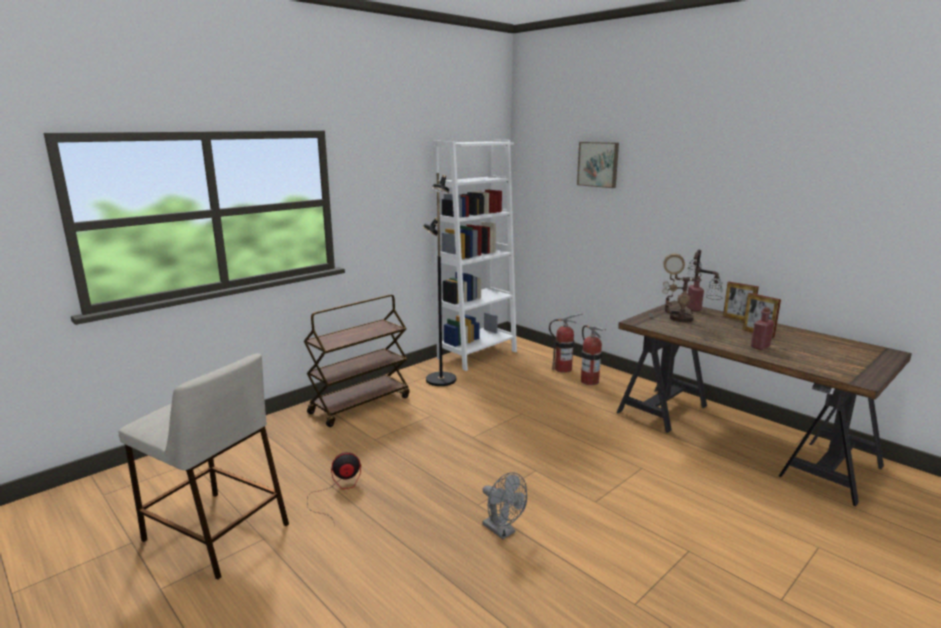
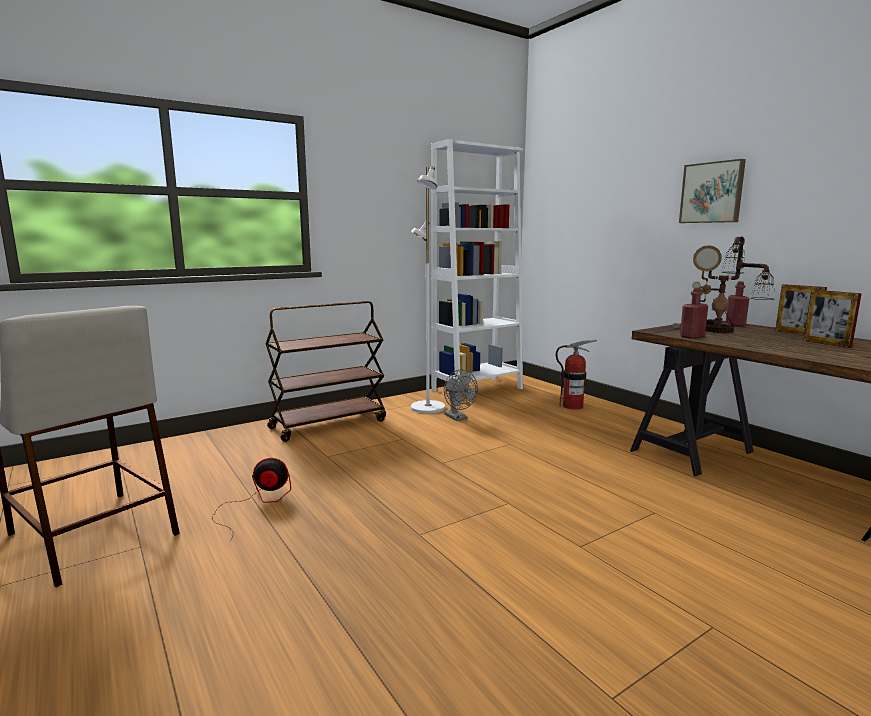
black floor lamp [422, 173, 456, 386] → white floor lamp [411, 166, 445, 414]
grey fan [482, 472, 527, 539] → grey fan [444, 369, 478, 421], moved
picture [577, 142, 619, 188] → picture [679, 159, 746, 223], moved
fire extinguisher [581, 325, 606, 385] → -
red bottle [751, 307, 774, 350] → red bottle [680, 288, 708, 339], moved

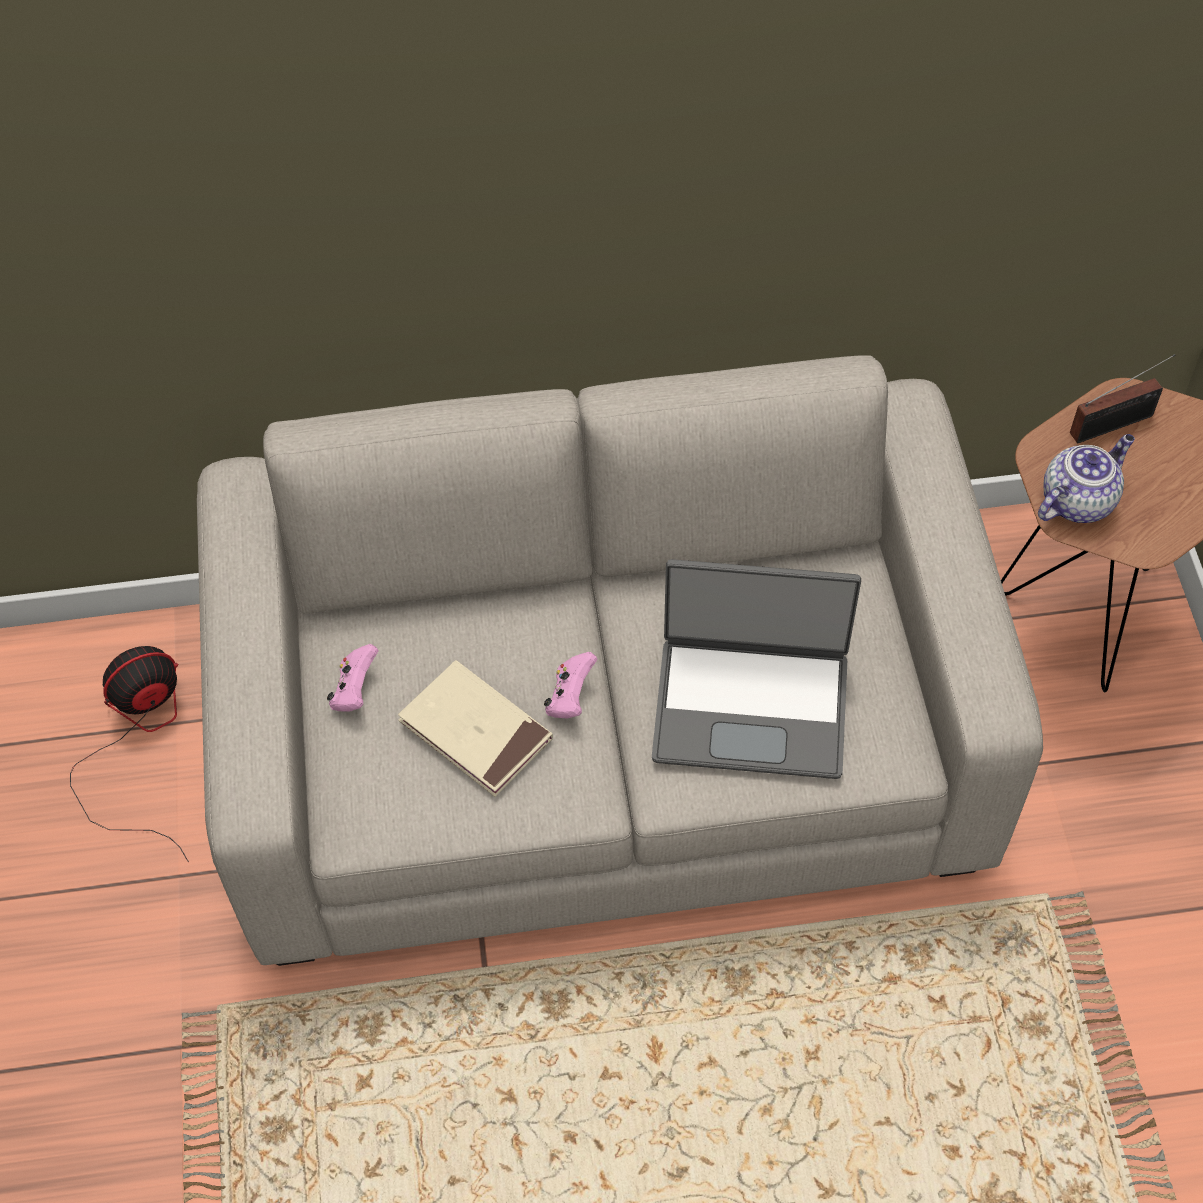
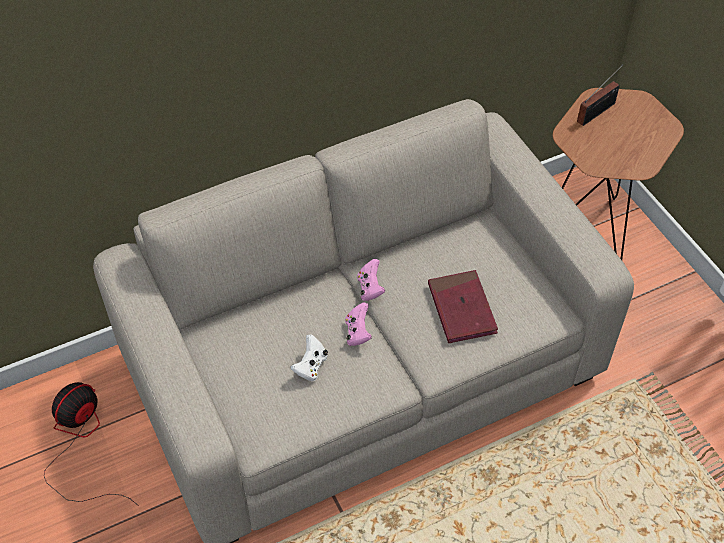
pink game controller [327, 644, 379, 711] → pink game controller [357, 259, 385, 301], moved
beige book [398, 660, 553, 797] → white game controller [290, 335, 328, 381]
laptop [652, 559, 861, 779] → red book [428, 270, 498, 343]
teapot [1038, 434, 1135, 523] → -

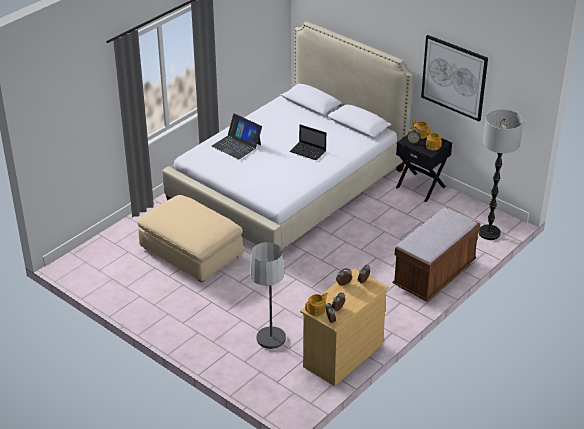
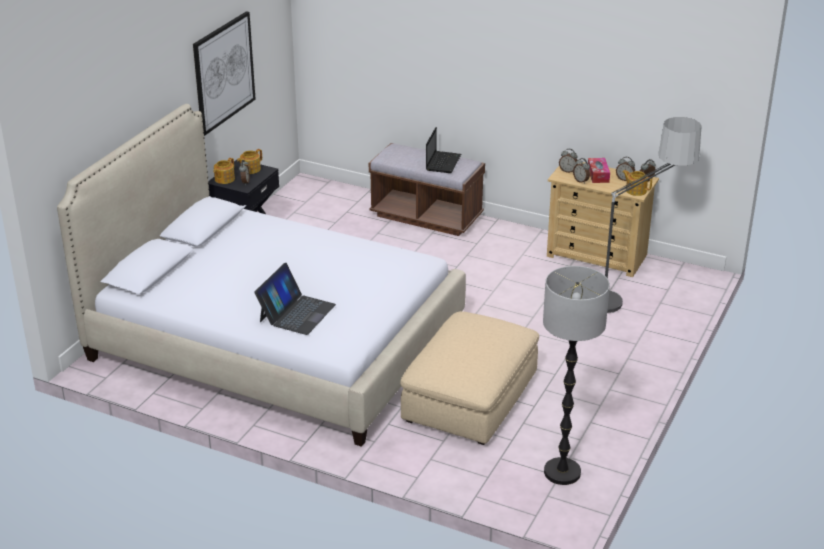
laptop [289, 125, 326, 160] → laptop [426, 127, 461, 173], moved
floor lamp [478, 109, 523, 240] → floor lamp [543, 266, 610, 485], moved
- → tissue box [588, 158, 610, 183]

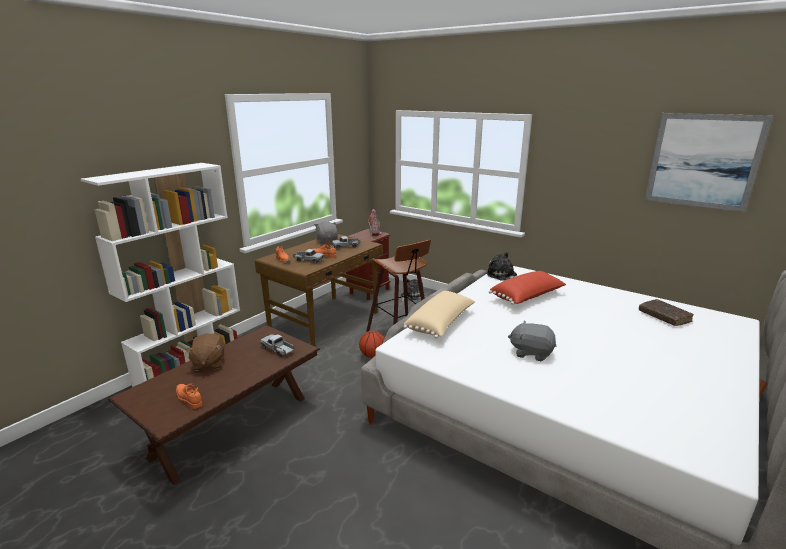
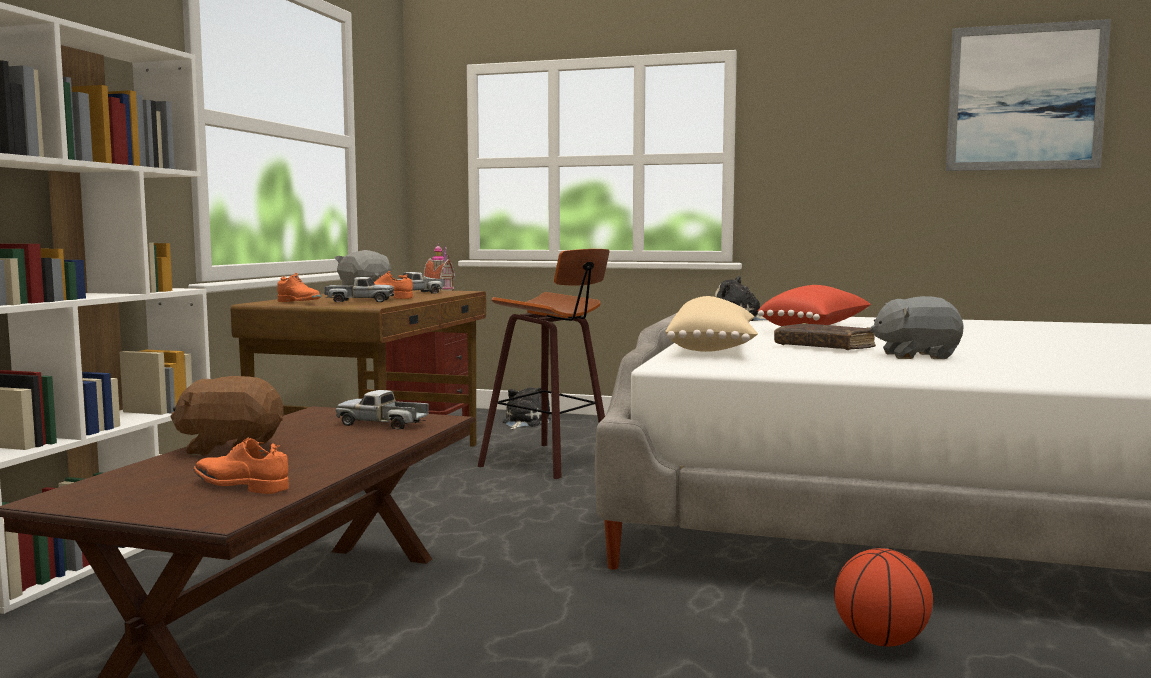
brown plush toy [185, 333, 224, 371] → brown plush toy [170, 376, 284, 456], 120 degrees clockwise
basketball [359, 331, 385, 358] → basketball [834, 548, 933, 647], moved
brown book [639, 299, 694, 326] → brown book [774, 323, 876, 350], moved

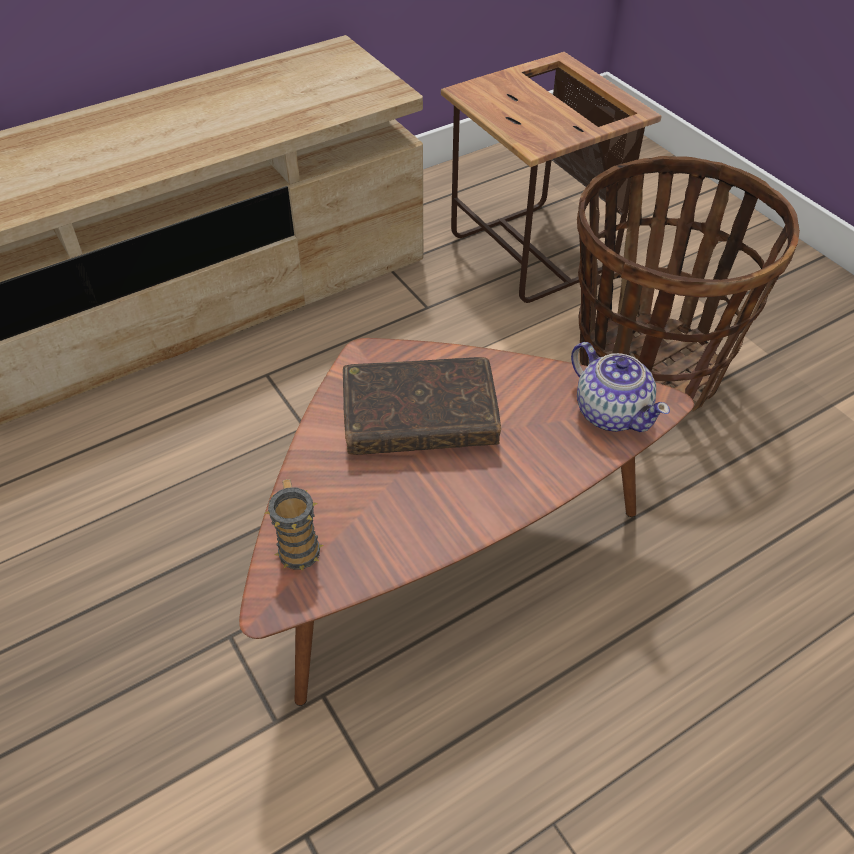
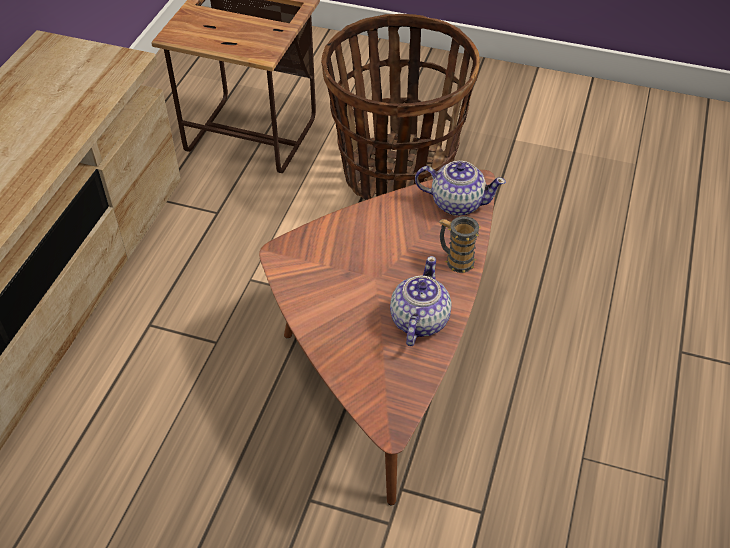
mug [265, 479, 324, 571] → mug [439, 216, 480, 273], moved
brown book [343, 357, 501, 455] → -
- → teapot [390, 256, 452, 346]

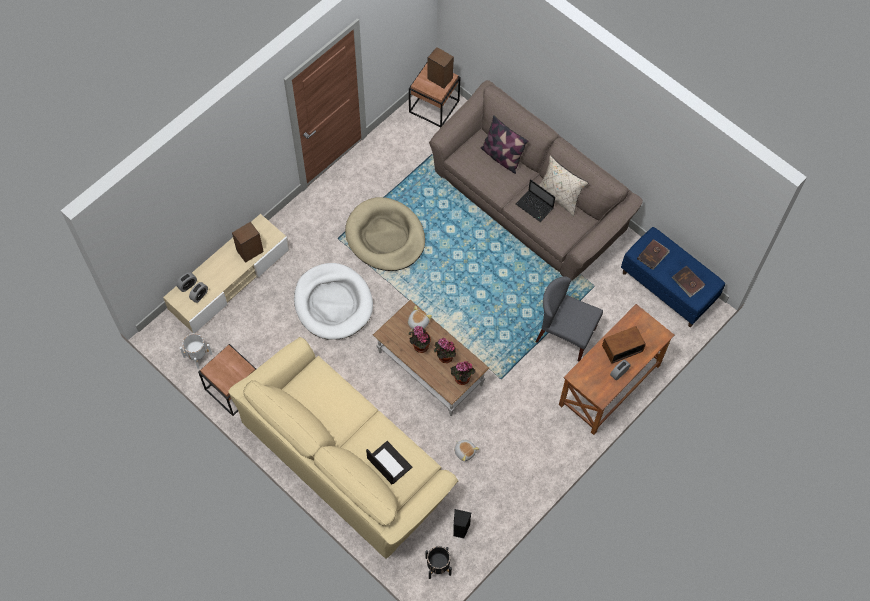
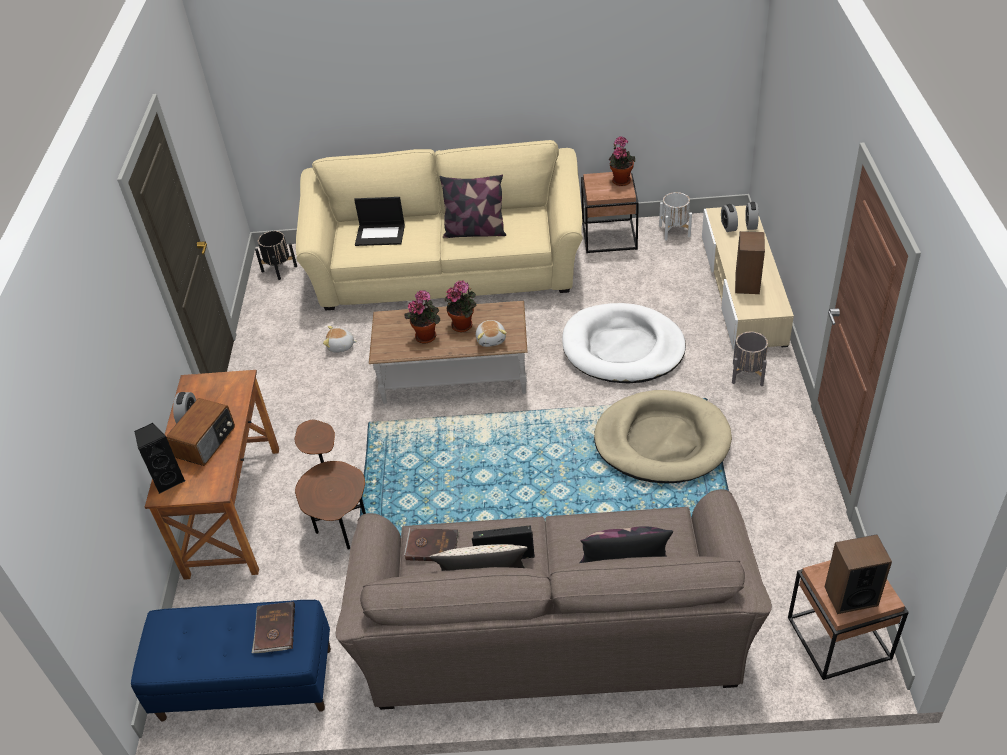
potted plant [450, 361, 475, 385] → potted plant [609, 137, 635, 186], moved
black speaker [453, 509, 471, 538] → black speaker [134, 423, 185, 494], moved
grey chair [535, 276, 603, 361] → brown side table [295, 420, 366, 550]
brown book [672, 266, 705, 297] → brown book [404, 528, 459, 561], moved
- → pillow [440, 175, 506, 238]
- → grey planter [732, 331, 768, 386]

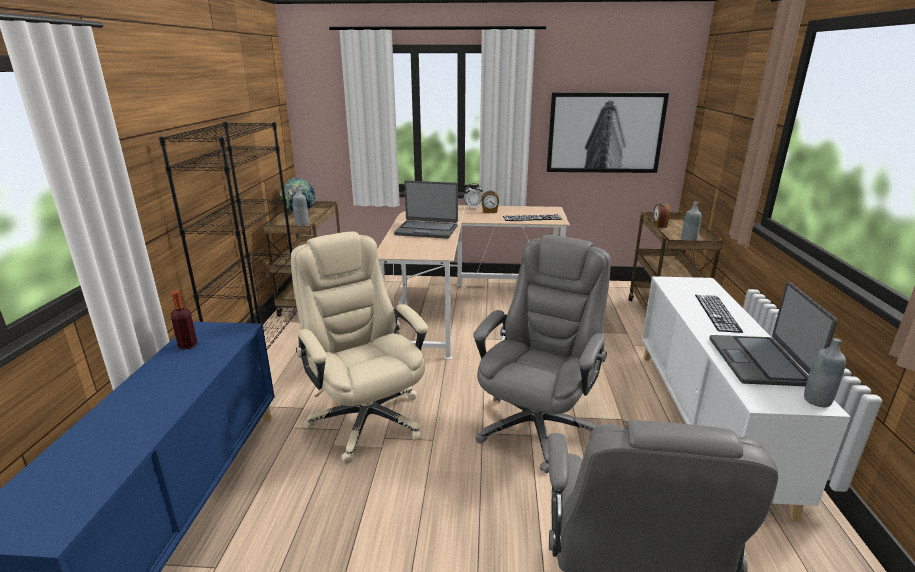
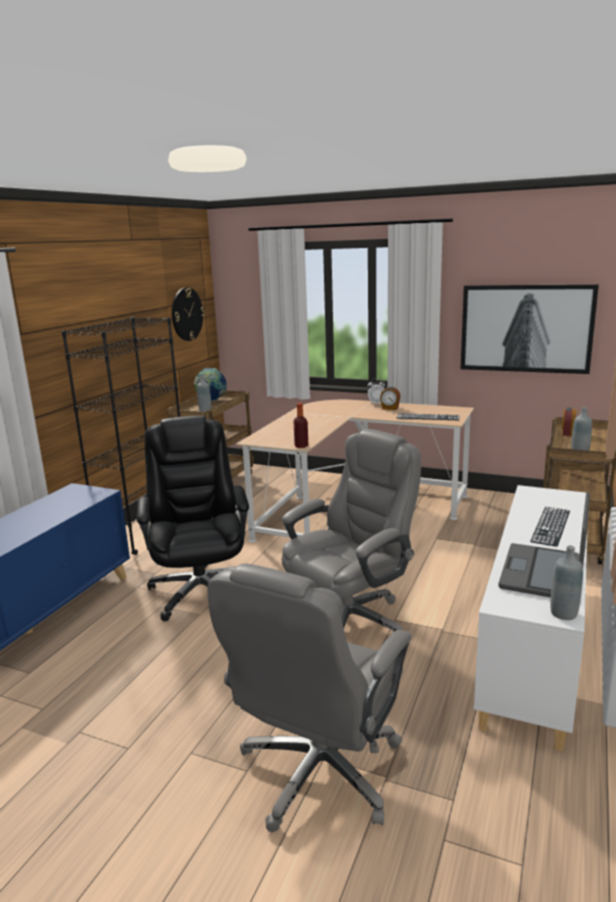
bottle [171, 291, 198, 349] → bottle [293, 403, 308, 448], moved
beige office chair [291, 232, 428, 464] → black office chair [137, 416, 249, 621]
laptop [394, 181, 458, 239] → -
- → wall clock [172, 287, 204, 341]

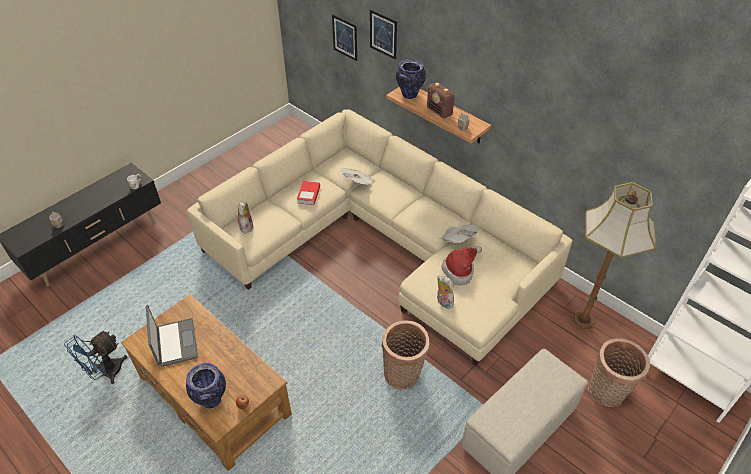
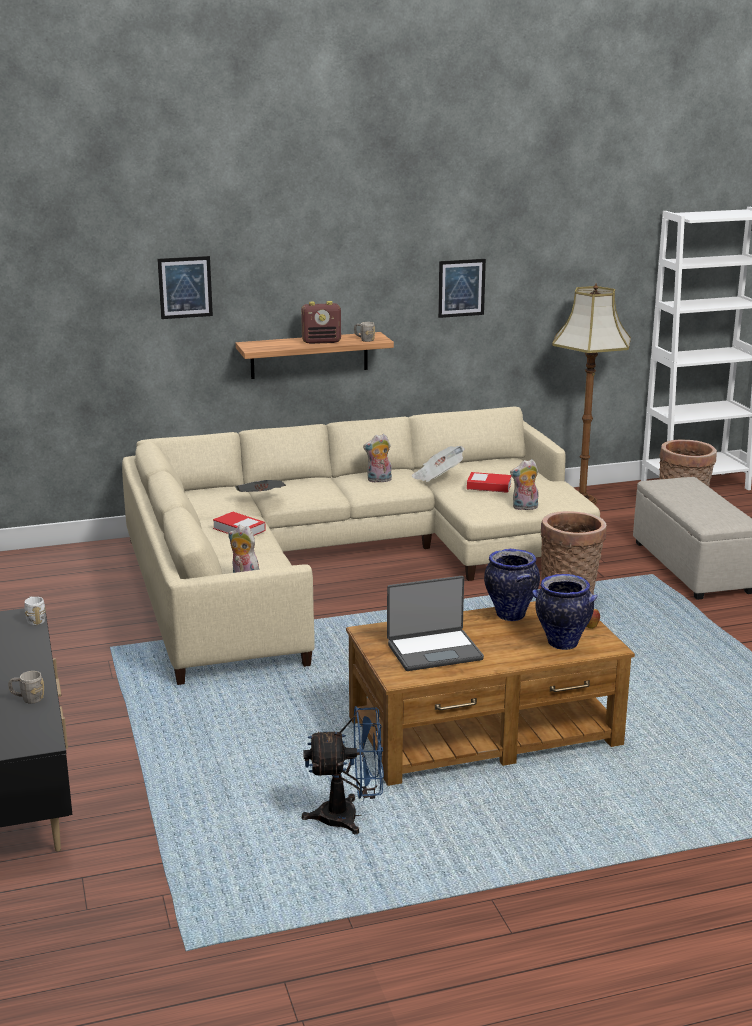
blue fan [64, 331, 128, 384] → blue fan [302, 706, 384, 835], 75 degrees counterclockwise
laptop [146, 305, 198, 367] → laptop [387, 576, 484, 671], 150 degrees clockwise
picture [332, 14, 357, 61] → picture [438, 259, 486, 318], moved
vase [396, 59, 426, 99] → vase [484, 549, 540, 621], moved
hat [441, 246, 482, 286] → book [467, 472, 511, 493]
- → plush toy [363, 434, 392, 483]

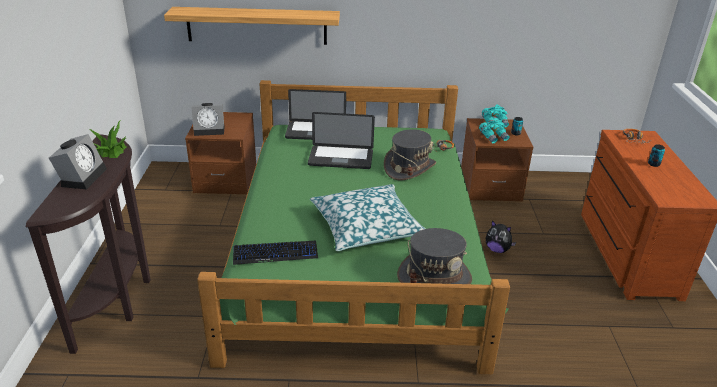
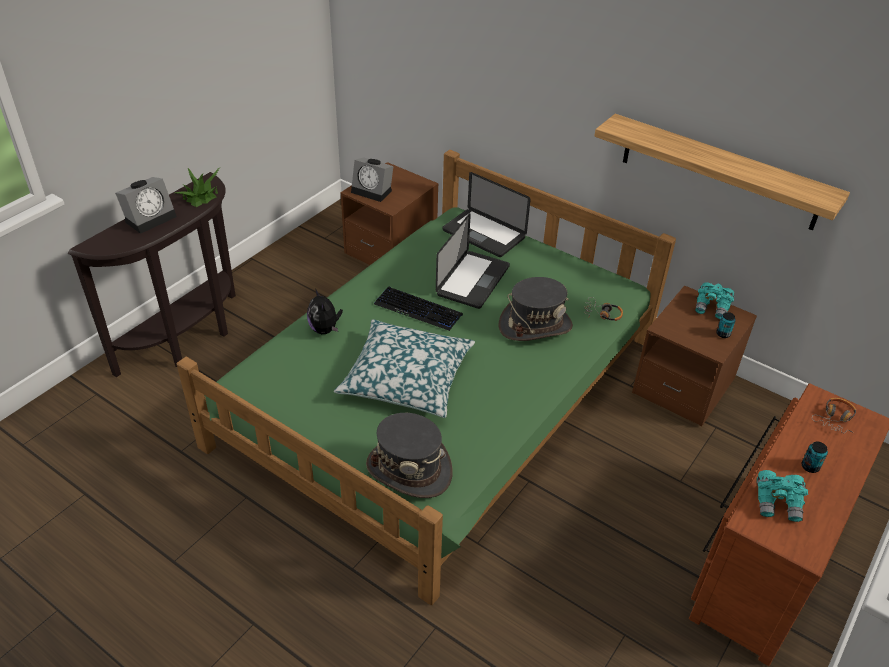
shelf [164, 7, 340, 45] → shelf [594, 114, 850, 230], moved
keyboard [233, 240, 318, 265] → keyboard [374, 287, 463, 331], moved
laptop [308, 112, 375, 169] → laptop [436, 213, 510, 309], 105 degrees counterclockwise
turquoise binoculars [479, 118, 510, 144] → turquoise binoculars [757, 470, 808, 522], moved
plush toy [486, 221, 516, 253] → plush toy [307, 290, 343, 334], moved

